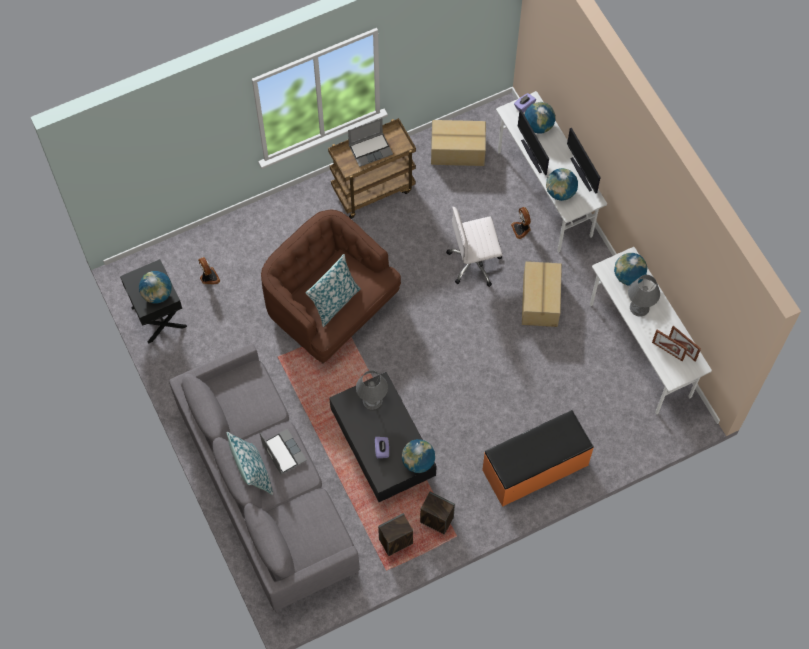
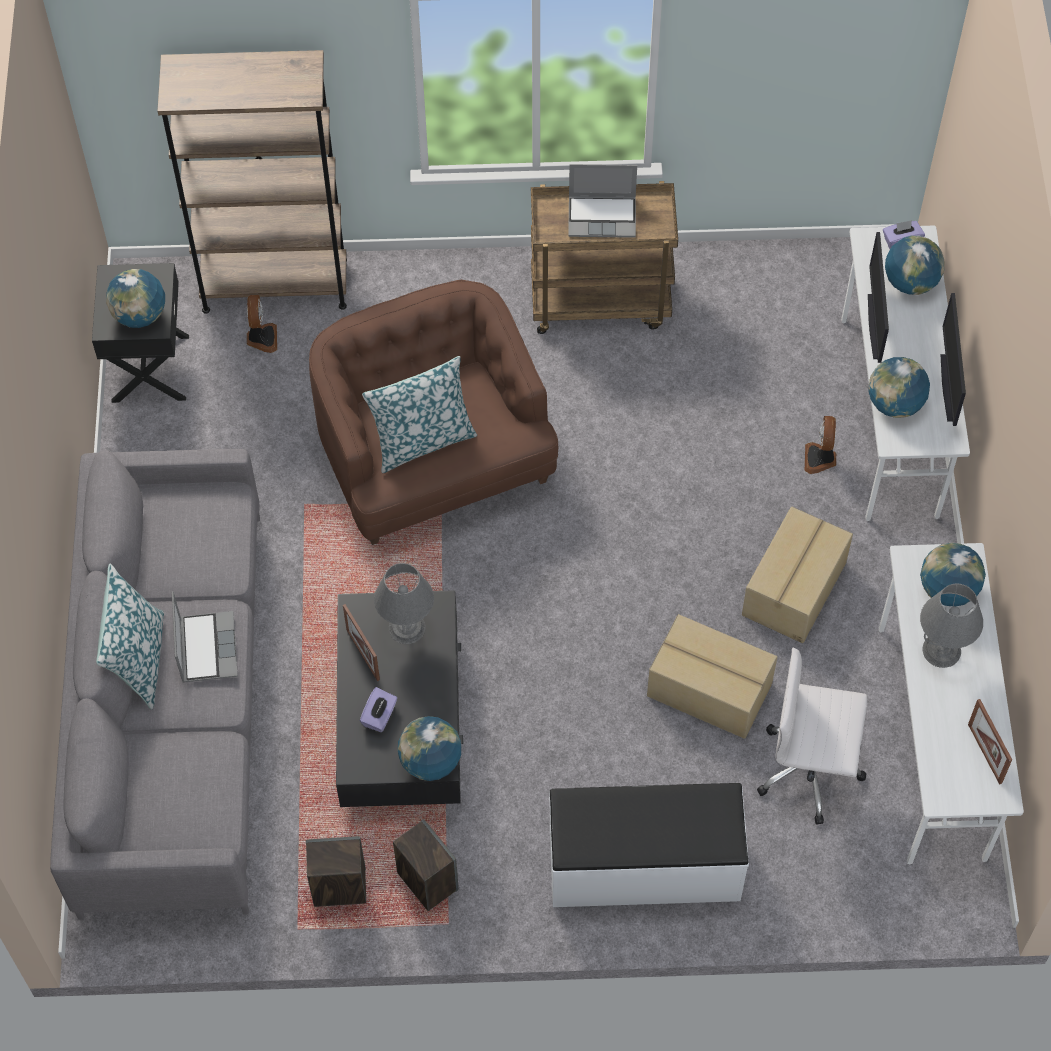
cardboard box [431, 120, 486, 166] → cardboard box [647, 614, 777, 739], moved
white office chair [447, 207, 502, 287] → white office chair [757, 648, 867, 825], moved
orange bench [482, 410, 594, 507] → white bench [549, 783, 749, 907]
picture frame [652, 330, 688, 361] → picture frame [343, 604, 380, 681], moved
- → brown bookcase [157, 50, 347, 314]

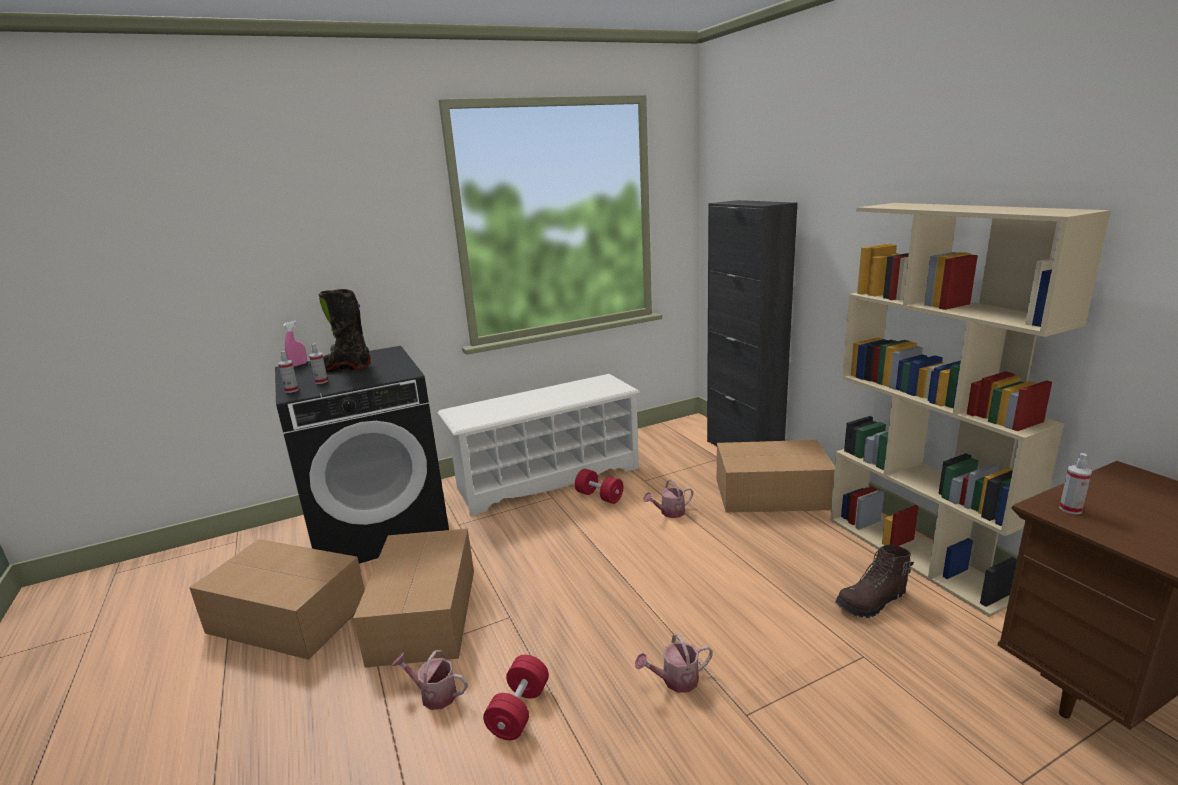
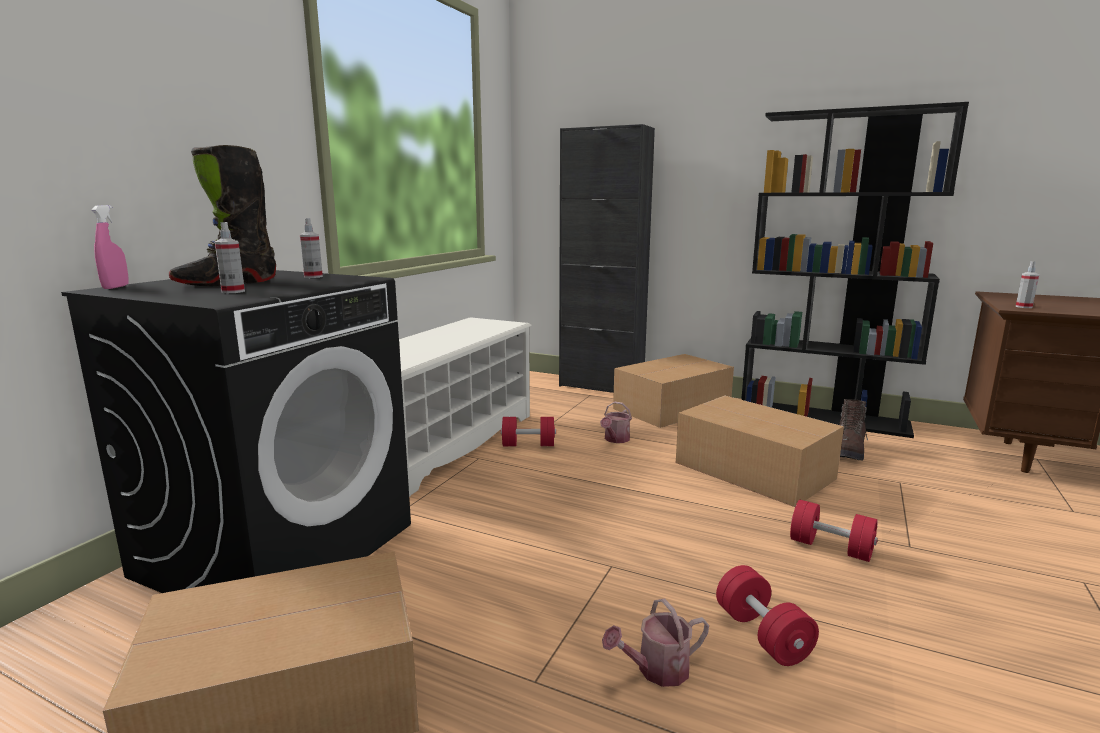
spray bottle [278, 351, 299, 393] → spray bottle [300, 218, 323, 278], moved
cardboard box [353, 528, 474, 668] → cardboard box [676, 395, 844, 507], moved
watering can [635, 634, 713, 693] → red dumbbell [790, 500, 878, 562]
beige bookcase [830, 203, 1111, 617] → black bookcase [741, 102, 969, 438]

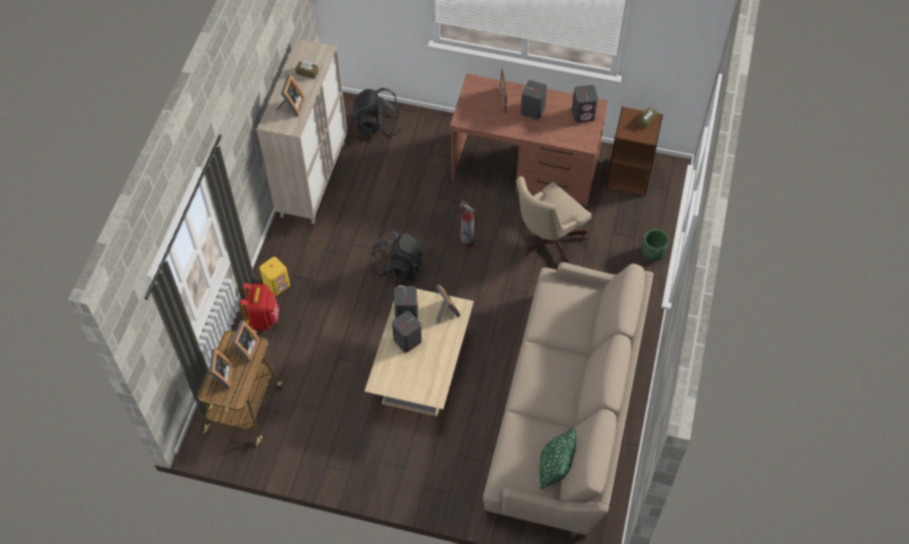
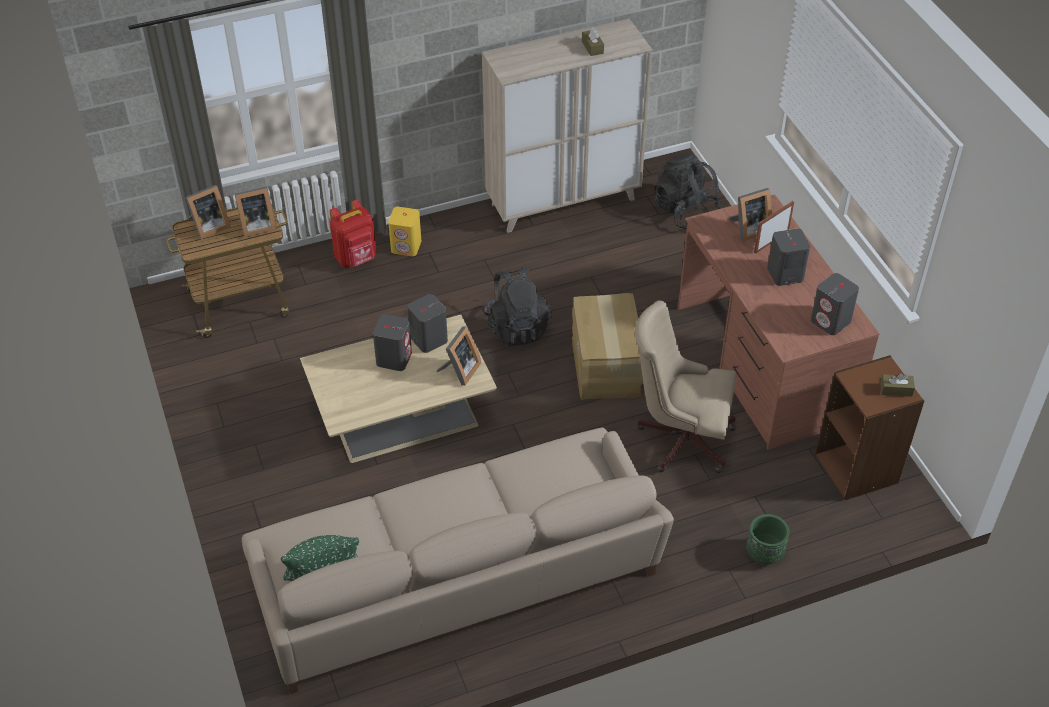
picture frame [275, 74, 305, 117] → picture frame [729, 188, 772, 241], moved
fire extinguisher [460, 200, 475, 247] → cardboard box [572, 293, 643, 400]

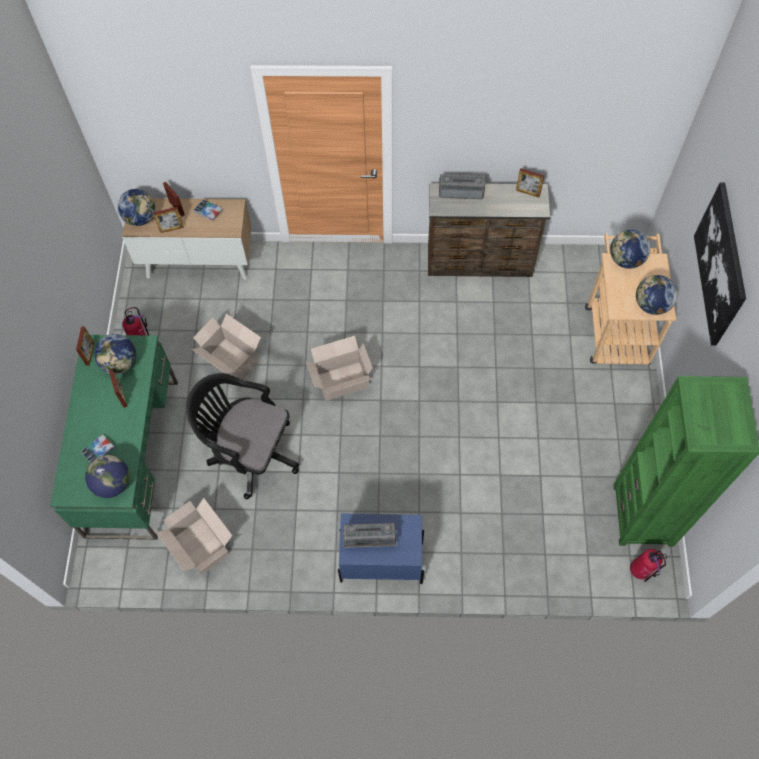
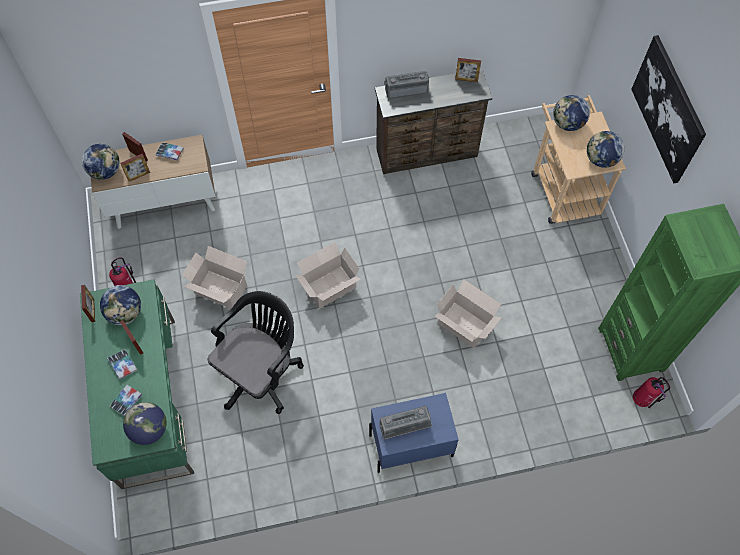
cardboard box [156, 498, 233, 575] → cardboard box [435, 280, 502, 348], moved
black office chair [186, 373, 299, 499] → black office chair [208, 291, 304, 414], 120 degrees clockwise
- → book [107, 349, 137, 380]

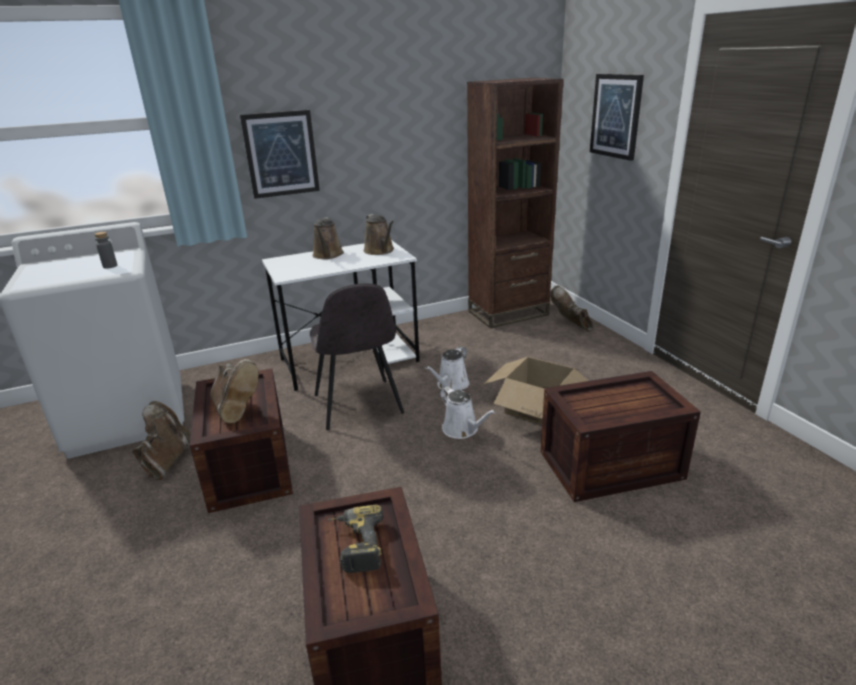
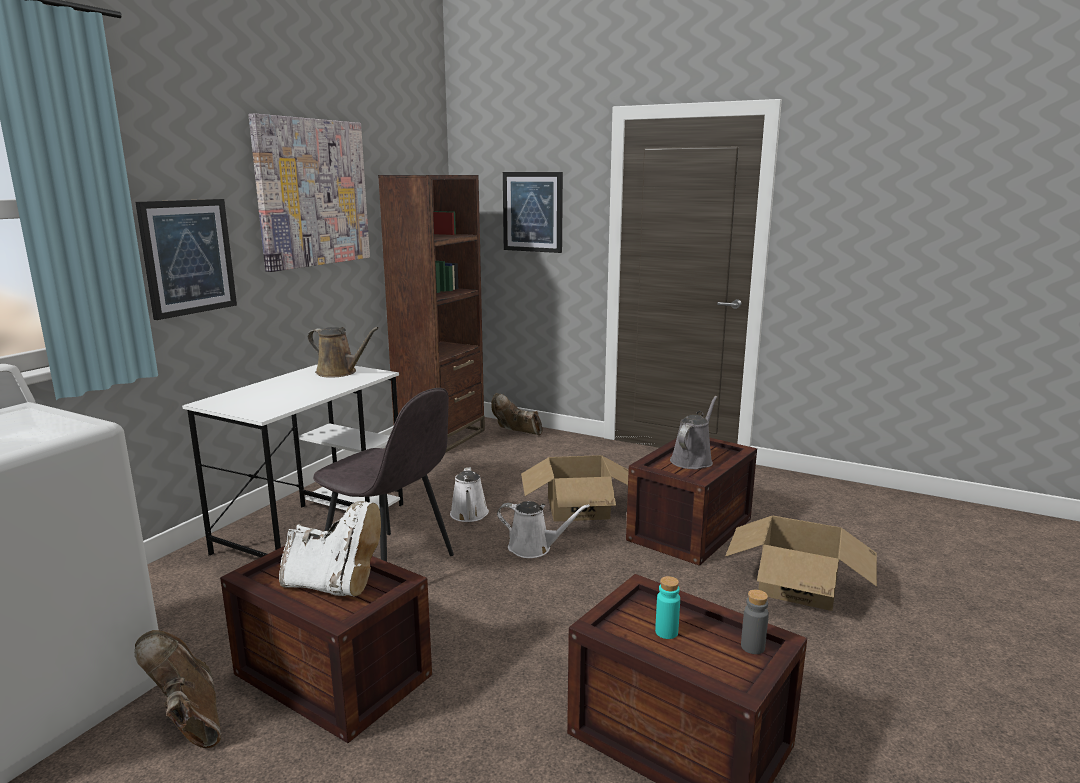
grey bottle [94, 232, 117, 269] → grey bottle [741, 589, 769, 654], moved
brown boot [211, 359, 259, 423] → white boot [279, 501, 381, 596]
brown watering can [312, 217, 344, 259] → -
power drill [328, 505, 383, 573] → turquoise bottle [655, 576, 680, 639]
- → picture [249, 114, 370, 272]
- → grey watering can [670, 396, 717, 469]
- → cardboard box [725, 516, 877, 611]

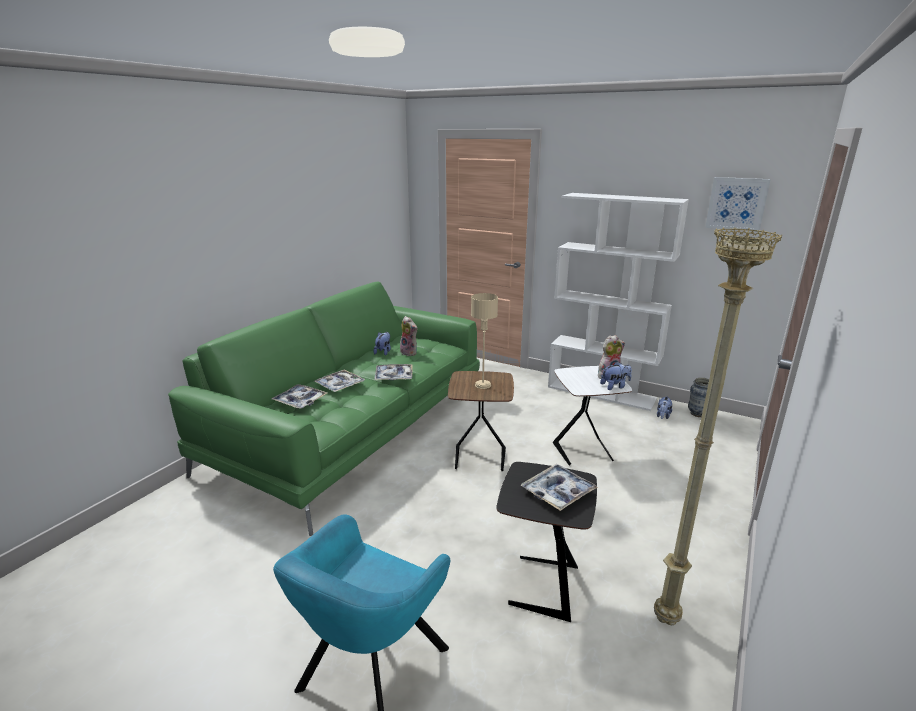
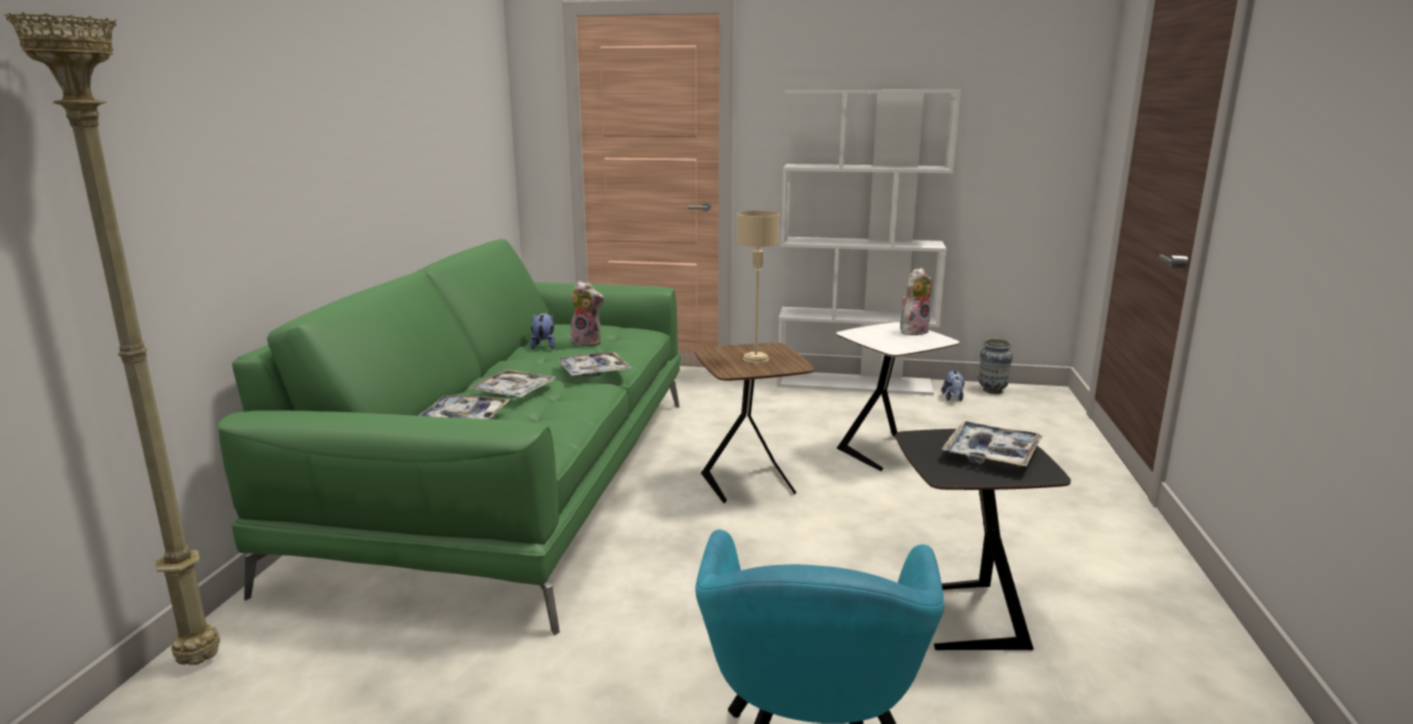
plush toy [600, 362, 632, 390] → -
beige floor lamp [654, 228, 782, 626] → beige floor lamp [4, 12, 220, 665], moved
picture [705, 177, 771, 232] → -

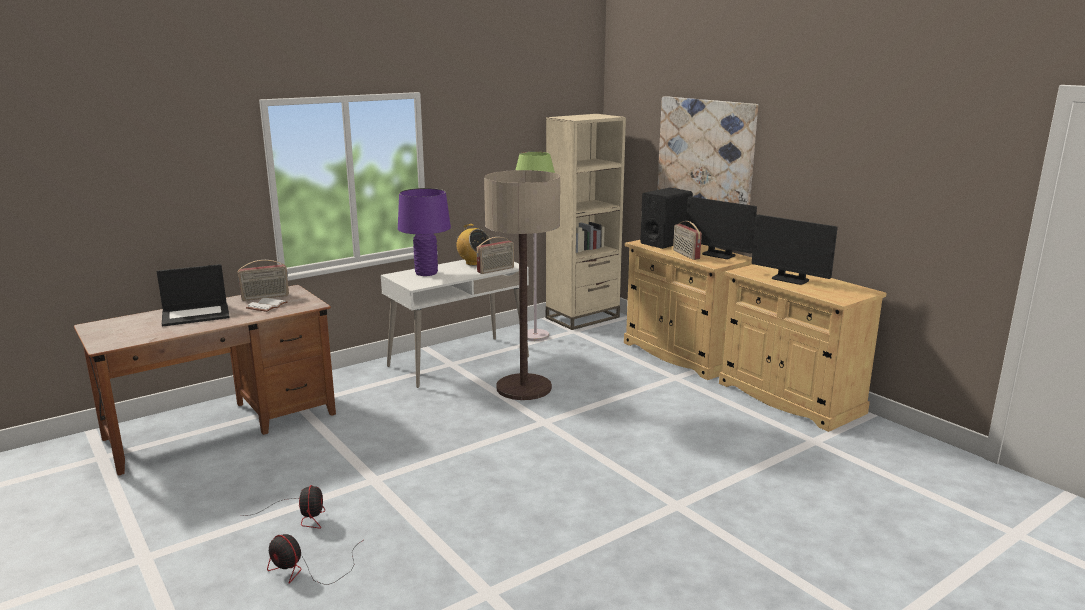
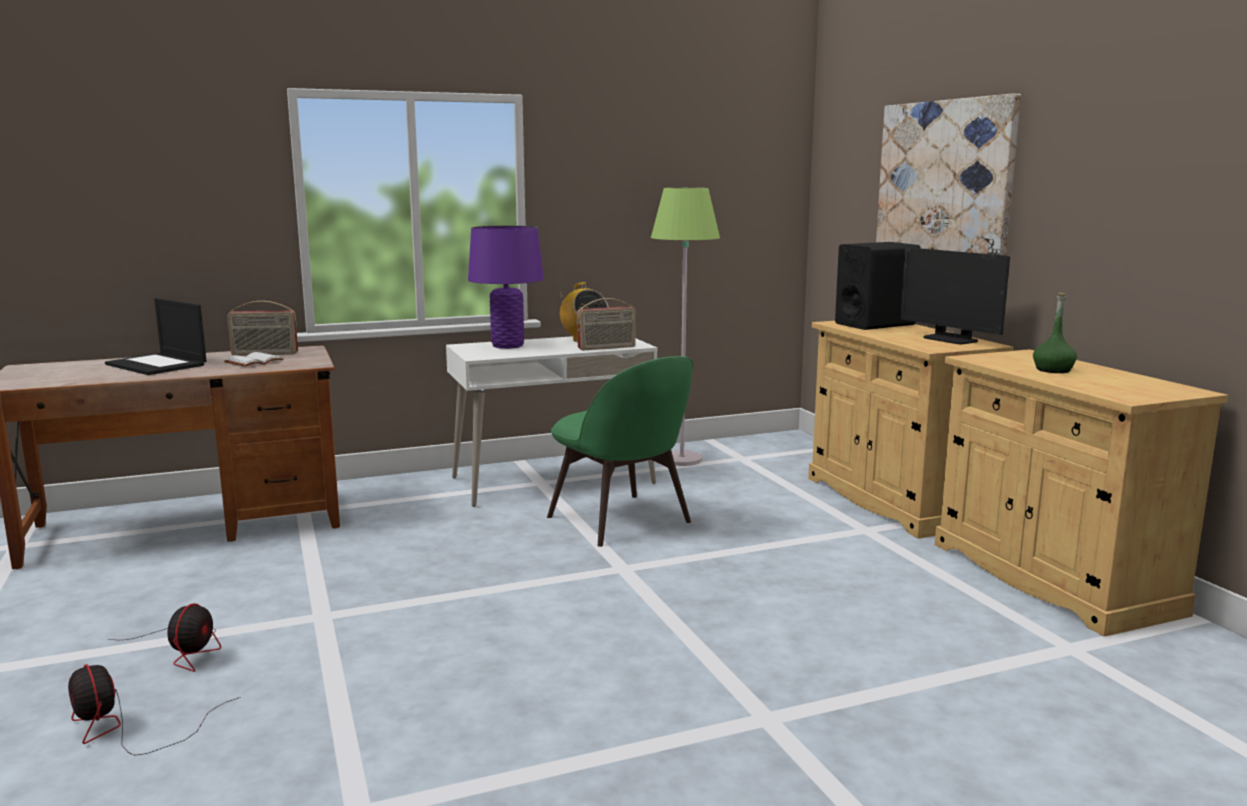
laptop [157, 264, 230, 326] → laptop [105, 298, 207, 375], 45 degrees clockwise
floor lamp [484, 170, 560, 400] → green chair [547, 356, 693, 547]
beige bookcase [546, 114, 626, 330] → -
radio [673, 221, 702, 260] → -
monitor [752, 215, 838, 285] → green bottle [1033, 293, 1077, 373]

